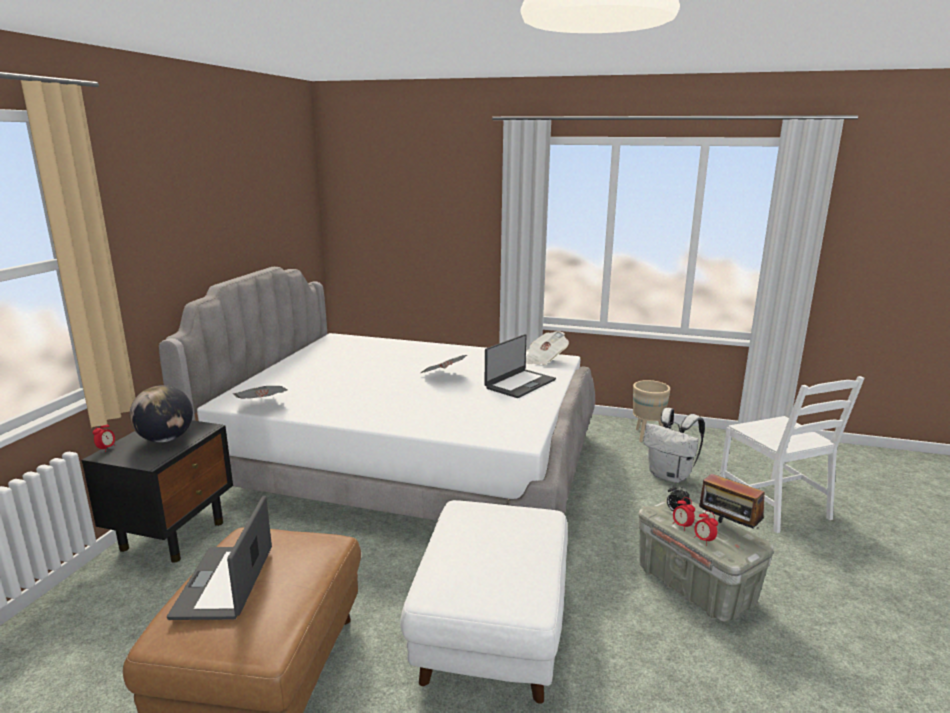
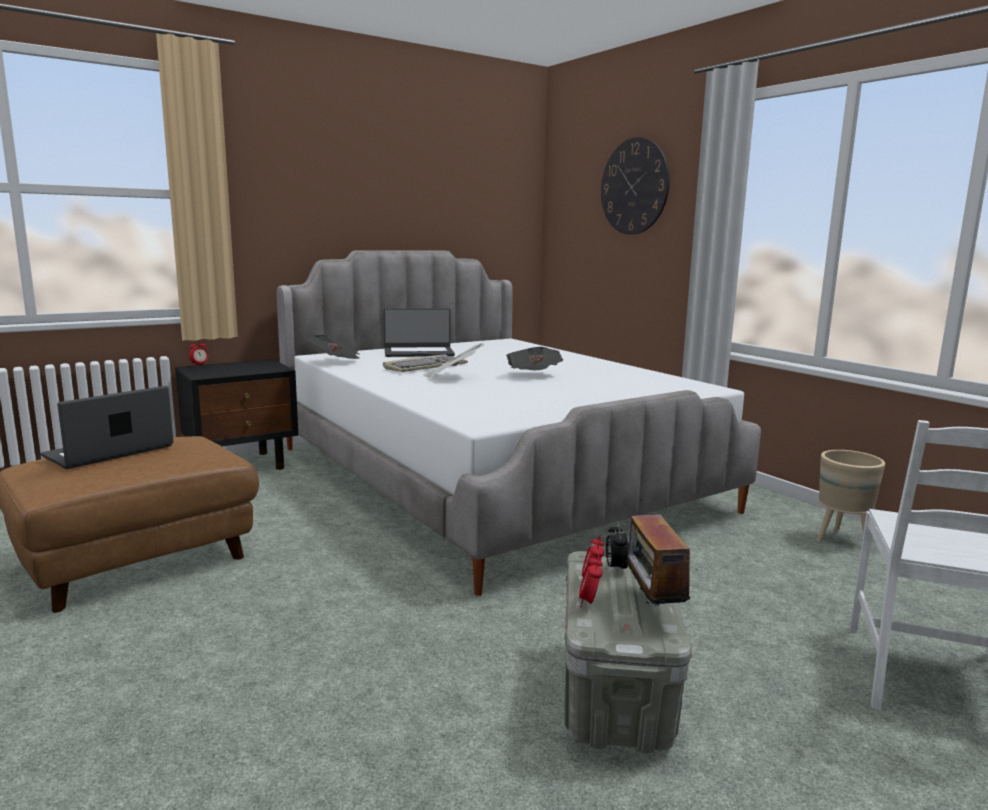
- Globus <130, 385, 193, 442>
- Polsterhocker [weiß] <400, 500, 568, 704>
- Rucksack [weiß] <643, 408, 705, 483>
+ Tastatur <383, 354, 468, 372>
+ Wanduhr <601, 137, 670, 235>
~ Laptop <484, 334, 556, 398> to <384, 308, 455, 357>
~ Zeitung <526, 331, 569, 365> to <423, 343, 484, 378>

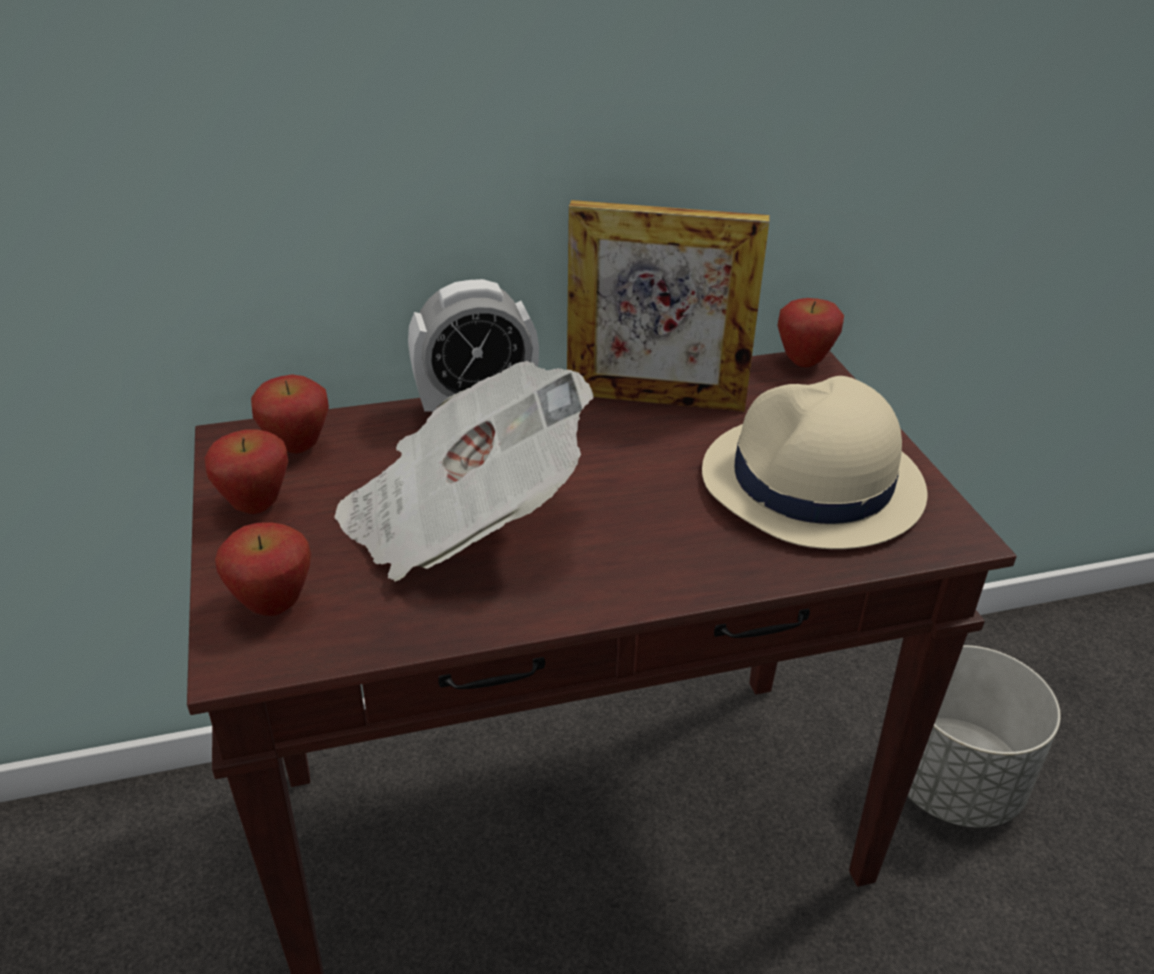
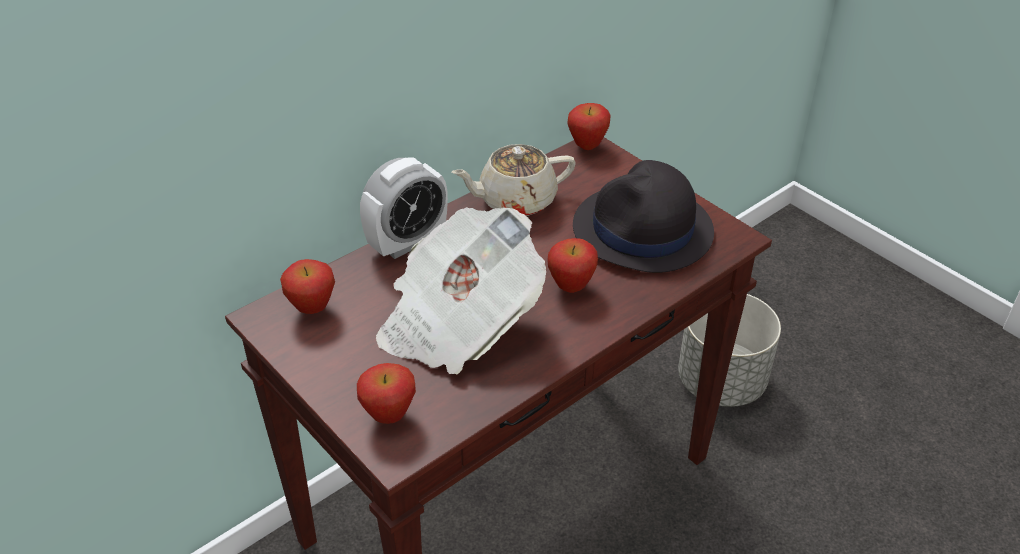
~ Apfel <205, 430, 288, 514> to <547, 238, 598, 293>
~ Bilderrahmen <567, 200, 770, 412> to Teekanne [beige] <451, 144, 576, 216>
~ Hut [beige] <702, 376, 927, 549> to Hut [schwarz] <573, 160, 714, 273>

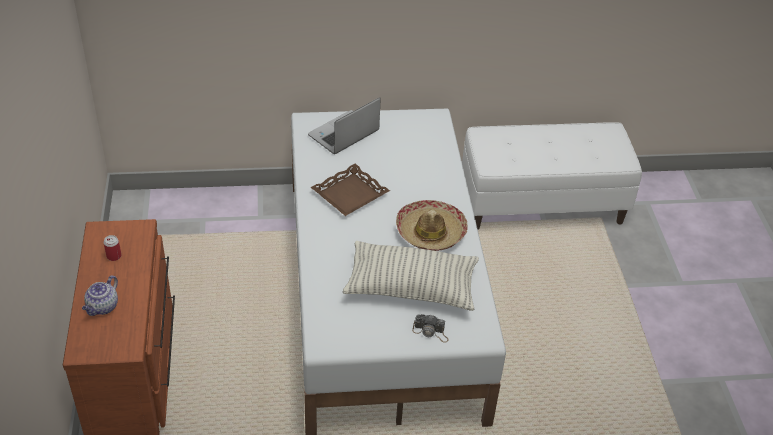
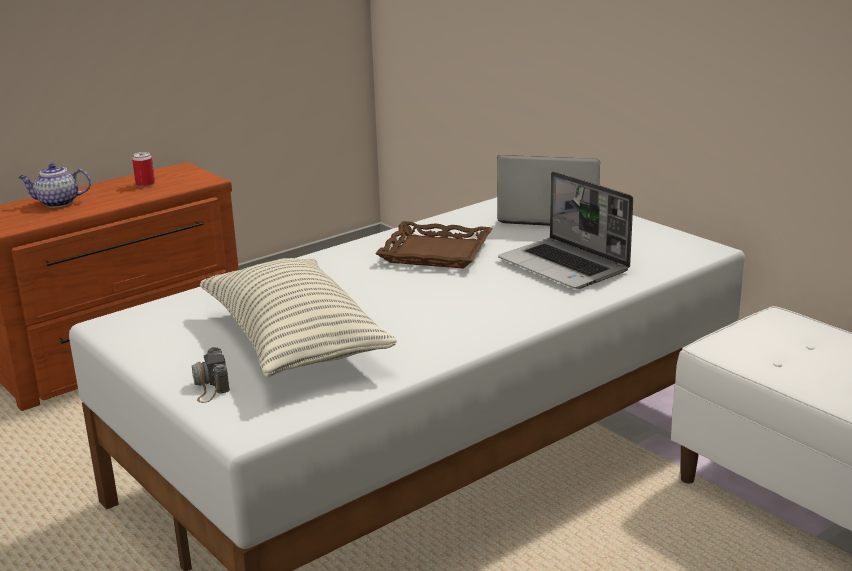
- Hut <396, 200, 468, 251>
+ Laptop <498, 171, 633, 289>

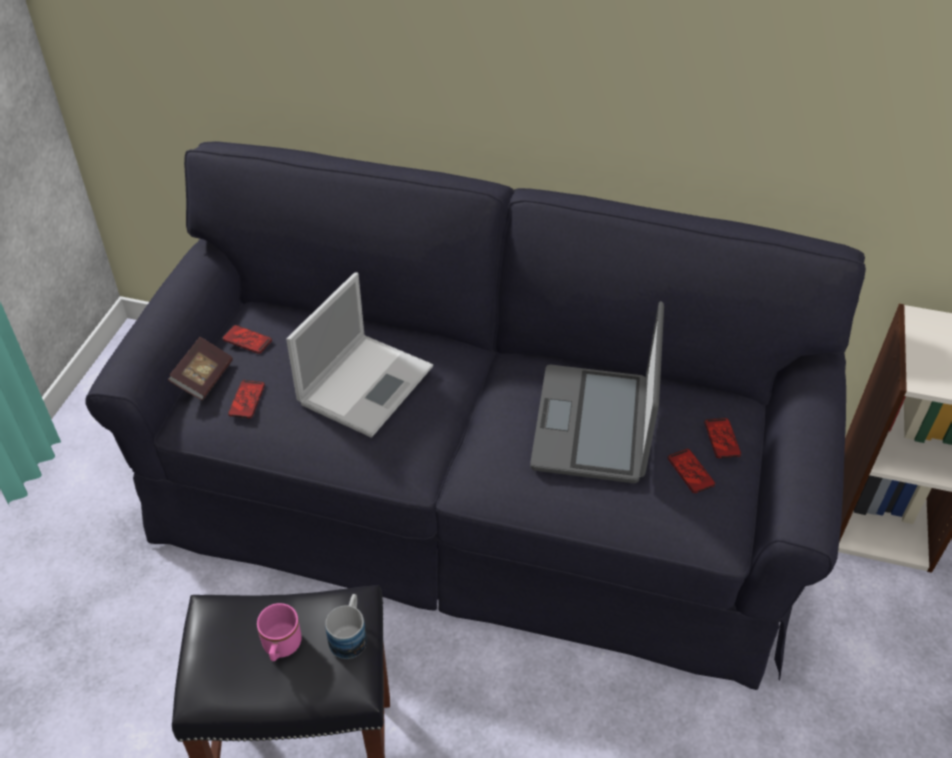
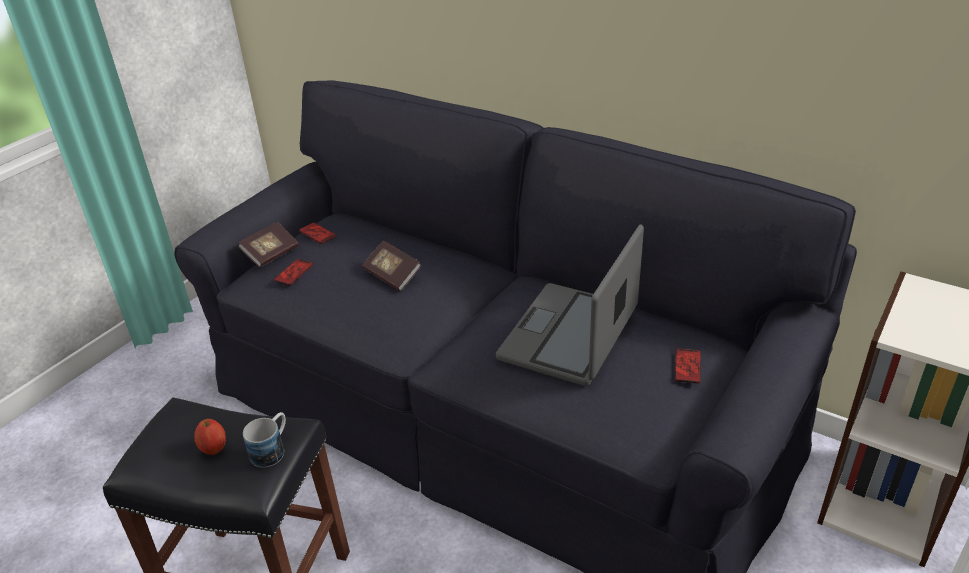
- Handy <667, 448, 716, 493>
~ Henkelbecher [rosa] <257, 603, 302, 661> to Apfel <194, 419, 226, 455>
~ Laptop <286, 272, 433, 438> to Buch <362, 240, 421, 291>

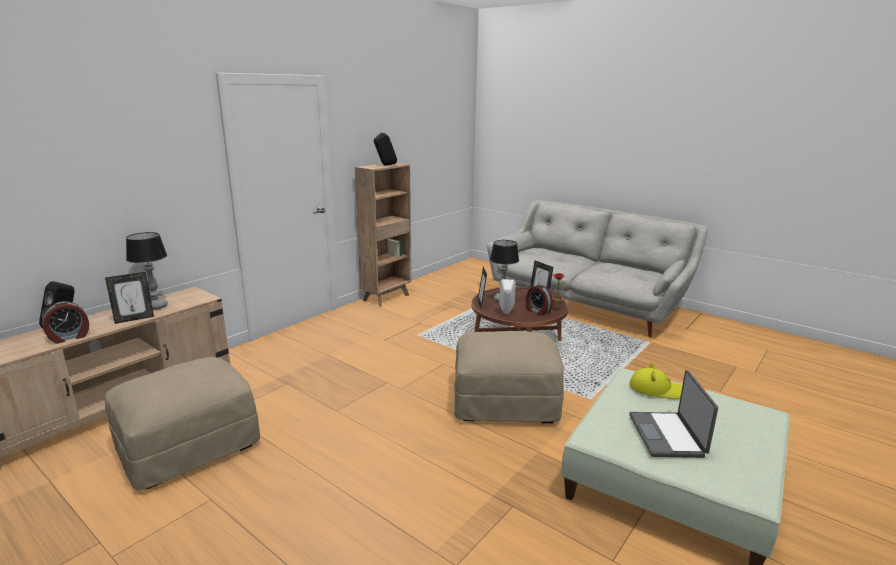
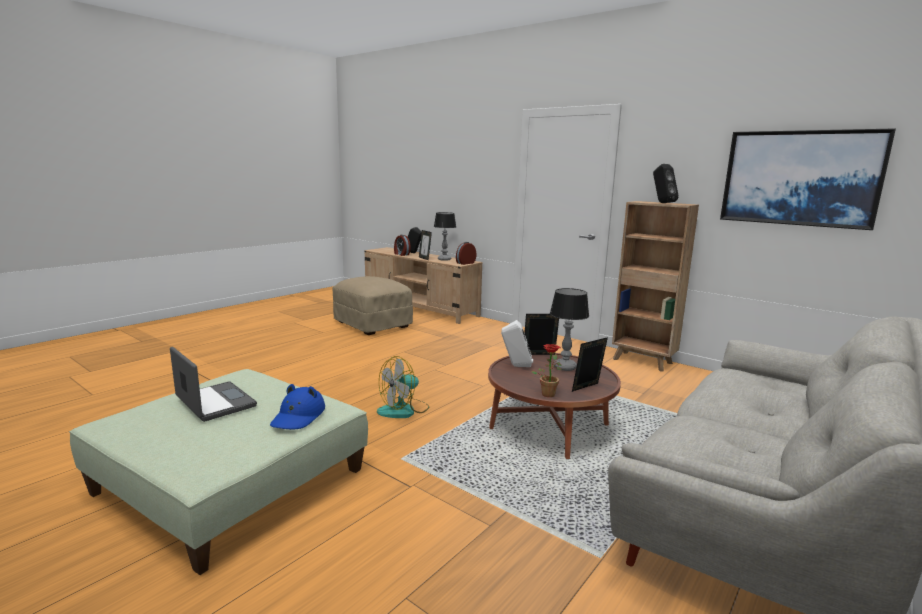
+ Bild <720, 128, 896, 230>
~ Wecker <526, 284, 553, 316> to <456, 242, 476, 265>
~ Polsterhocker [beige] <454, 331, 564, 423> to Ventilator <377, 356, 429, 418>
~ Hut [gelb] <630, 362, 683, 399> to Hut [blau] <270, 384, 325, 429>
~ Laptop <629, 370, 718, 458> = <170, 347, 257, 422> 45 degrees clockwise

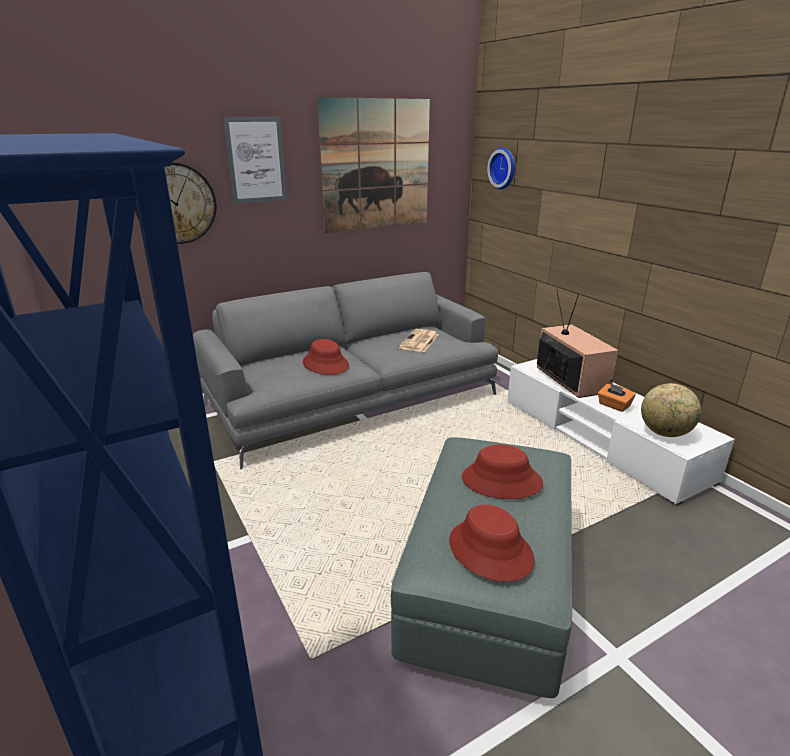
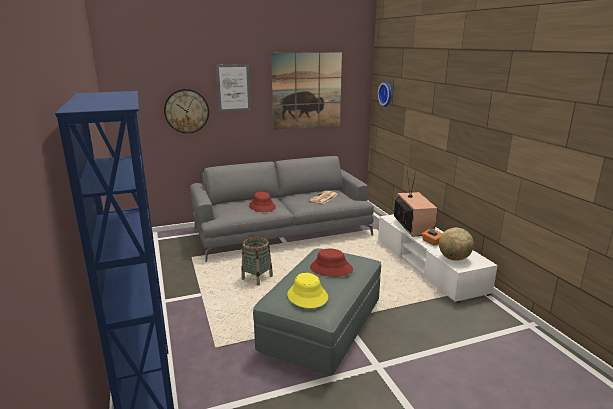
+ Korb <241, 236, 273, 286>
~ Hut [rot] <449, 504, 535, 582> to Hut [gelb] <287, 273, 328, 308>

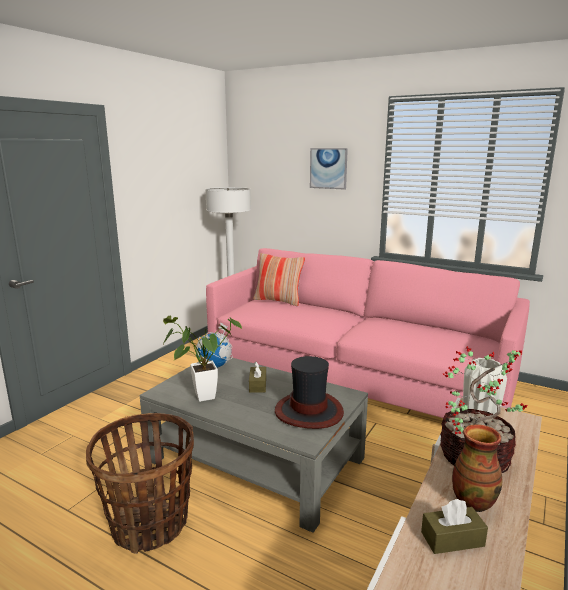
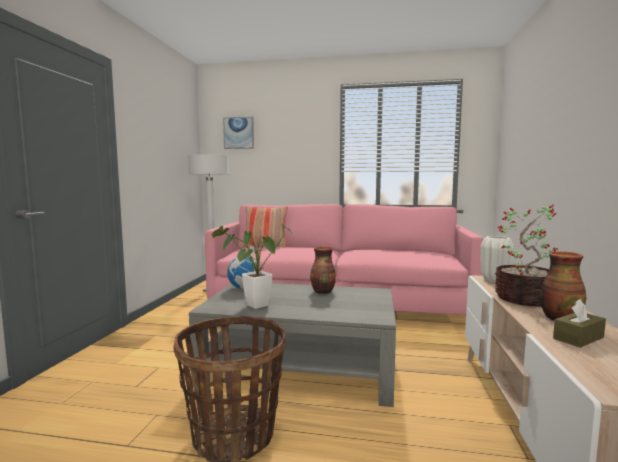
- Taschentuchbox [braun] <249, 362, 266, 393>
- Hut <275, 356, 344, 429>
+ Vase <310, 247, 336, 294>
~ Bild <310, 148, 348, 190> to <223, 117, 254, 149>

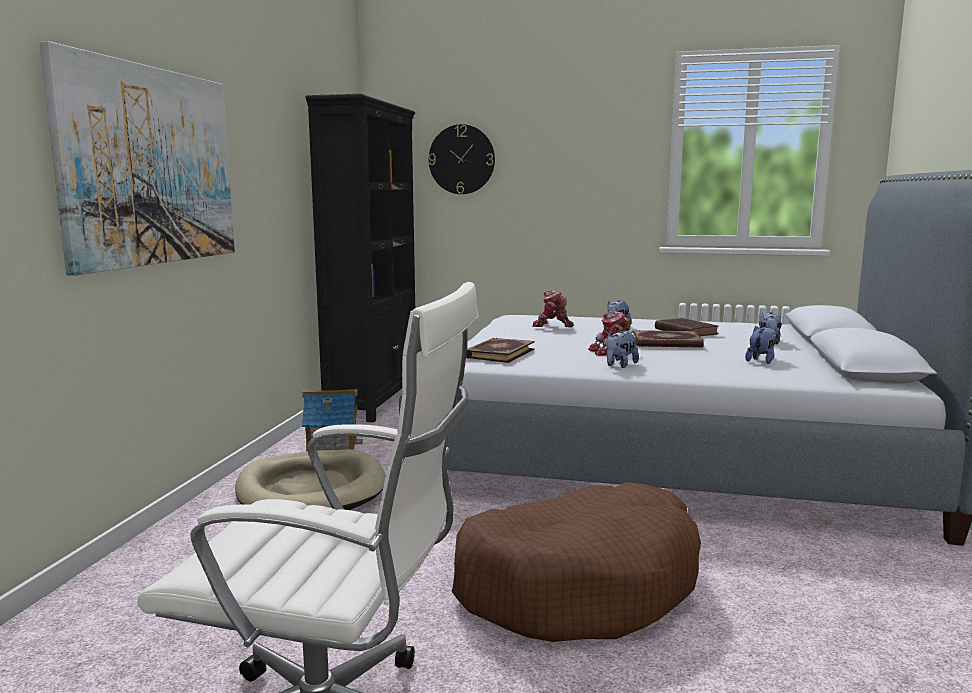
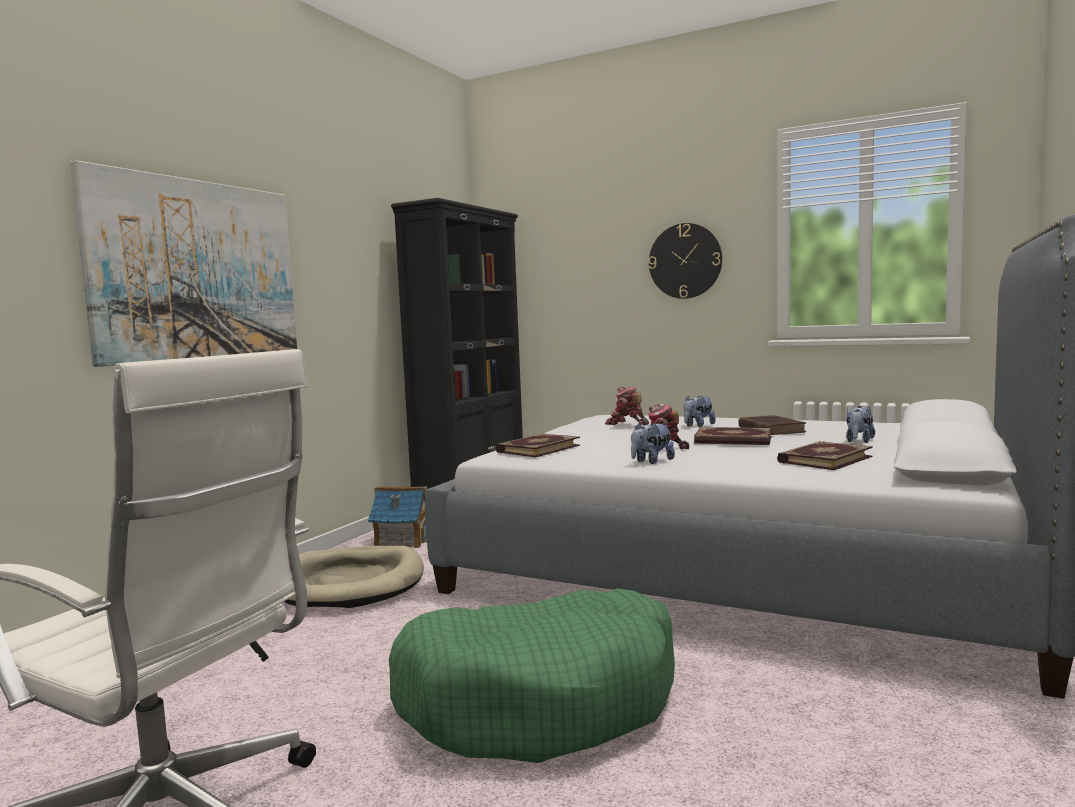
~ Wanduhr <428, 124, 495, 194> to <648, 223, 722, 299>
~ Plüschtier <745, 326, 776, 364> to Buch <777, 441, 873, 470>
~ Hundebett [braun] <452, 482, 701, 642> to Hundebett [grün] <389, 588, 675, 763>

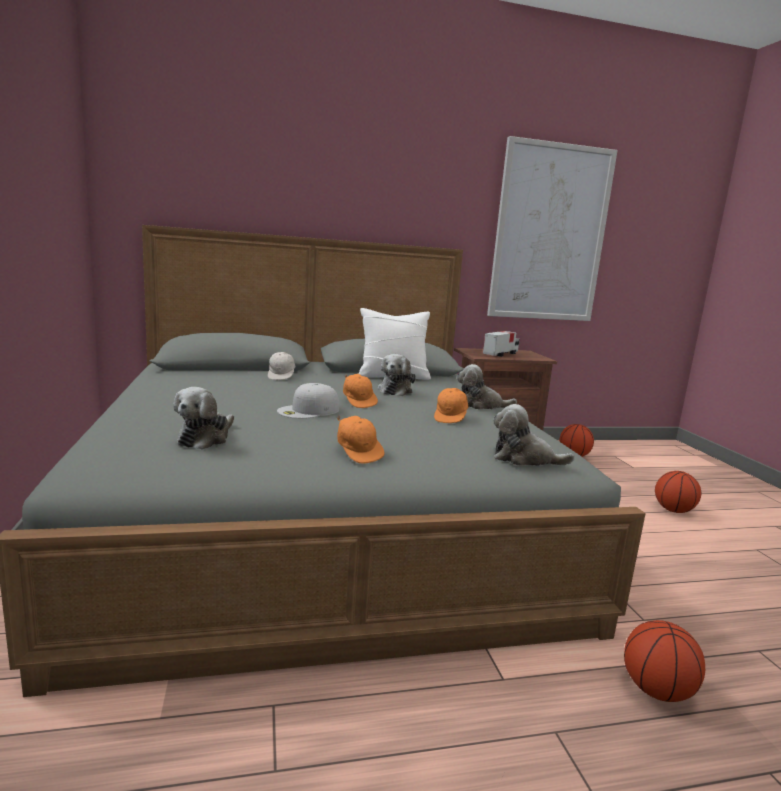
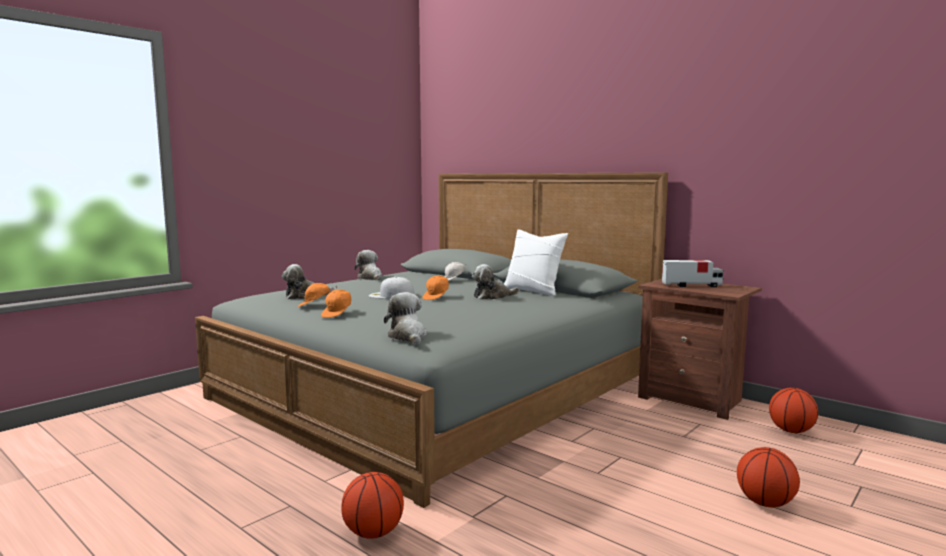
- Bild <487, 136, 618, 321>
~ Kappe [orange] <434, 388, 469, 423> to <298, 283, 338, 307>
~ Plüschtier <457, 364, 517, 410> to <355, 250, 382, 280>

